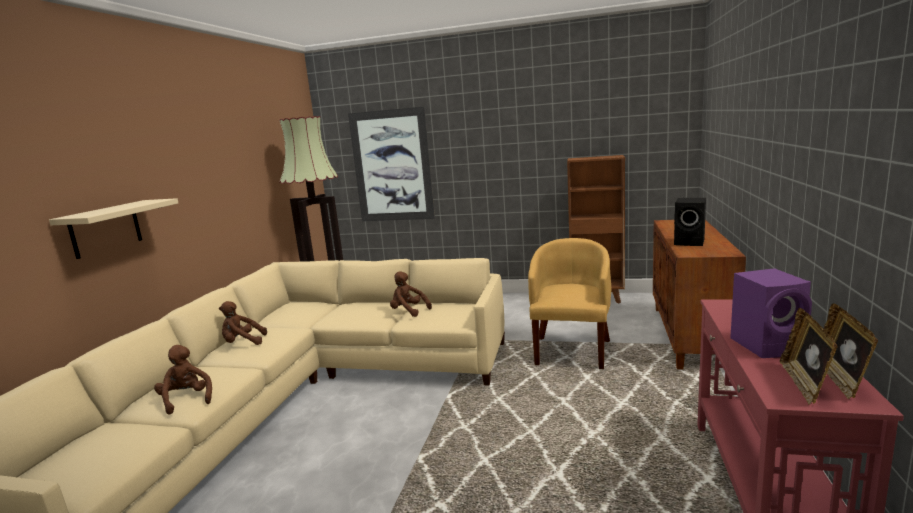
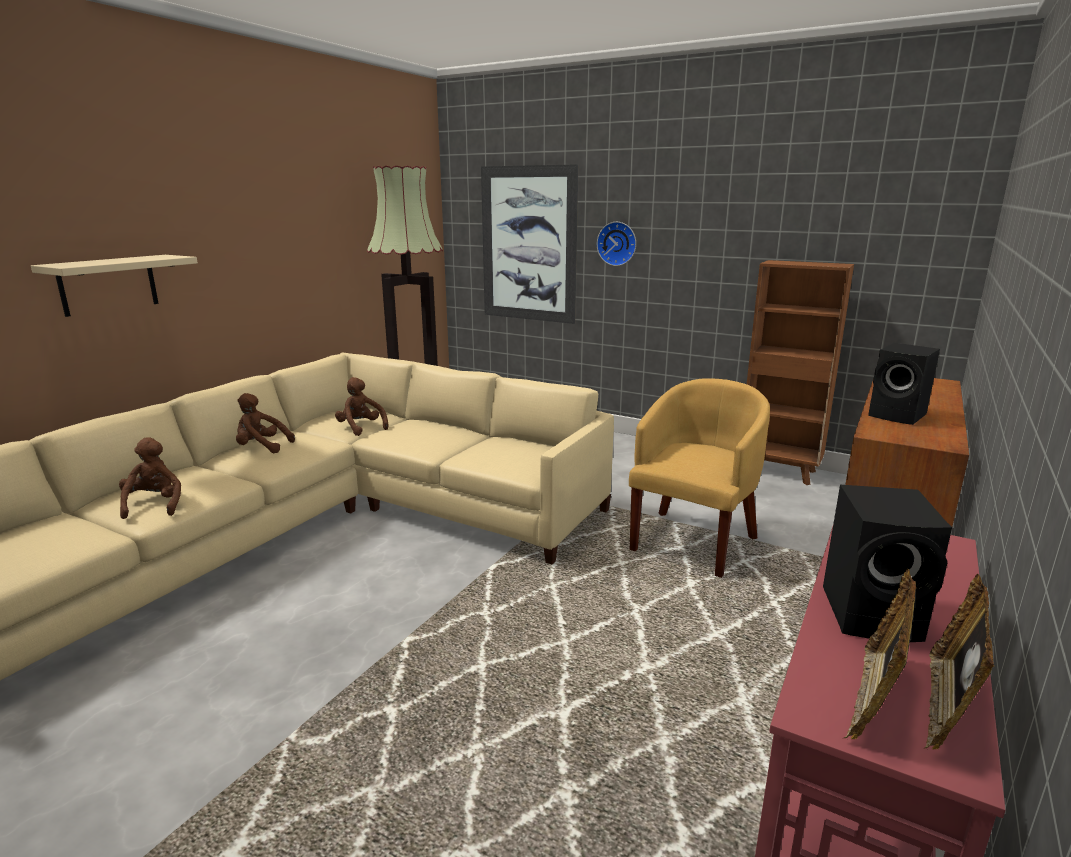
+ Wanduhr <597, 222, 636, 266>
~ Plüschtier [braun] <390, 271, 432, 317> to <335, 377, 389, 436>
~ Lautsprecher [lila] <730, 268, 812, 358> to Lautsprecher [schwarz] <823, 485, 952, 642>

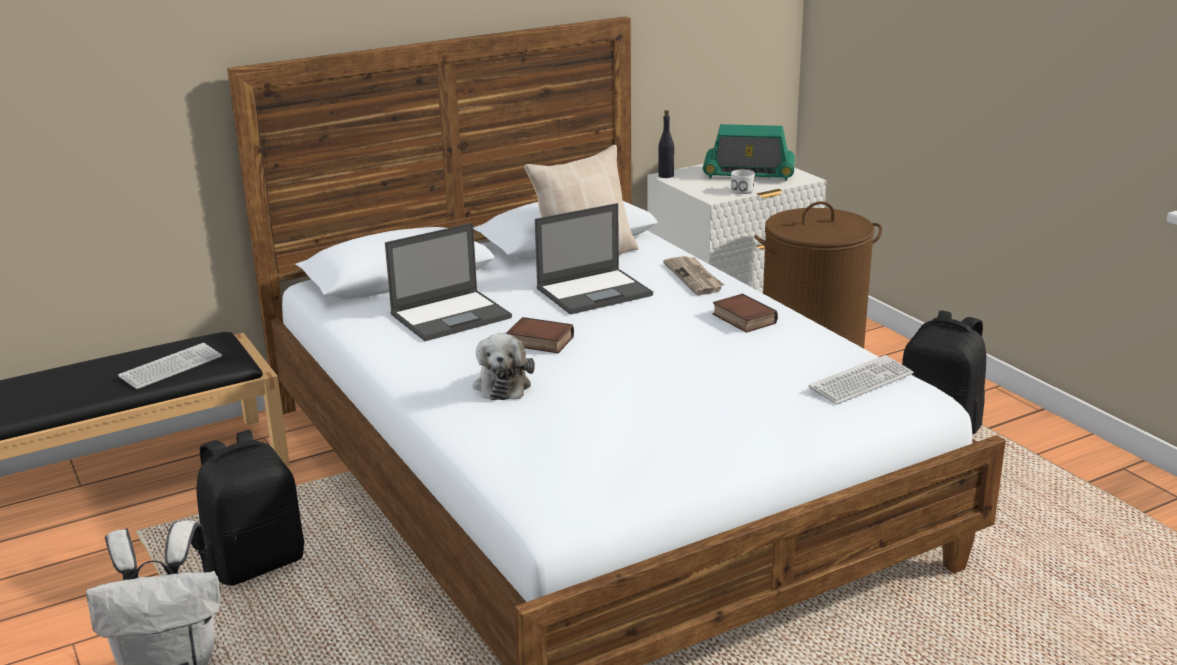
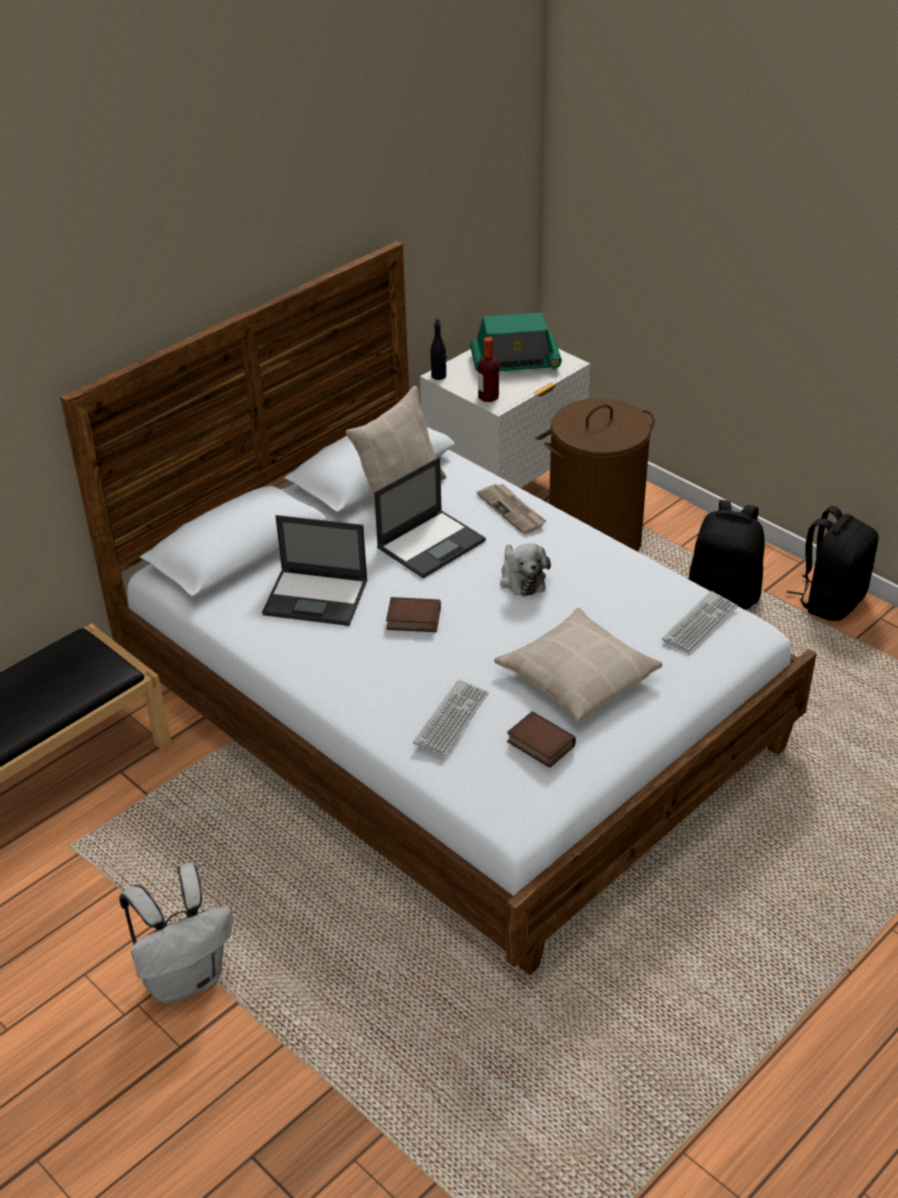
- Henkelbecher [weiß] <731, 169, 755, 194>
+ Flasche <478, 337, 499, 402>
+ Kissen [beige] <494, 608, 663, 723>
~ Tastatur <118, 343, 222, 389> to <413, 679, 489, 756>
~ Rucksack [schwarz] <197, 430, 304, 586> to <787, 506, 879, 621>
~ Plüschtier <473, 333, 535, 400> to <500, 543, 551, 597>
~ Buch <713, 293, 778, 333> to <507, 711, 576, 768>
~ Laptop <385, 223, 512, 341> = <262, 515, 368, 626> 60 degrees clockwise

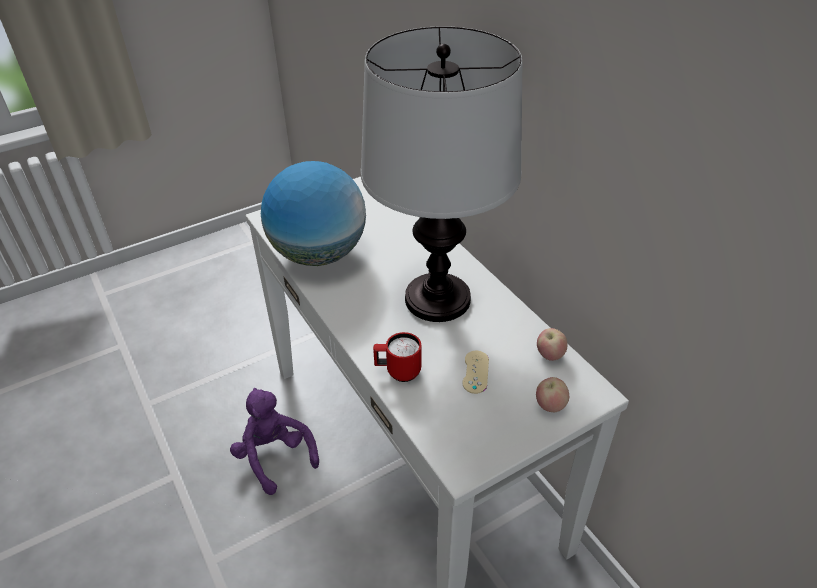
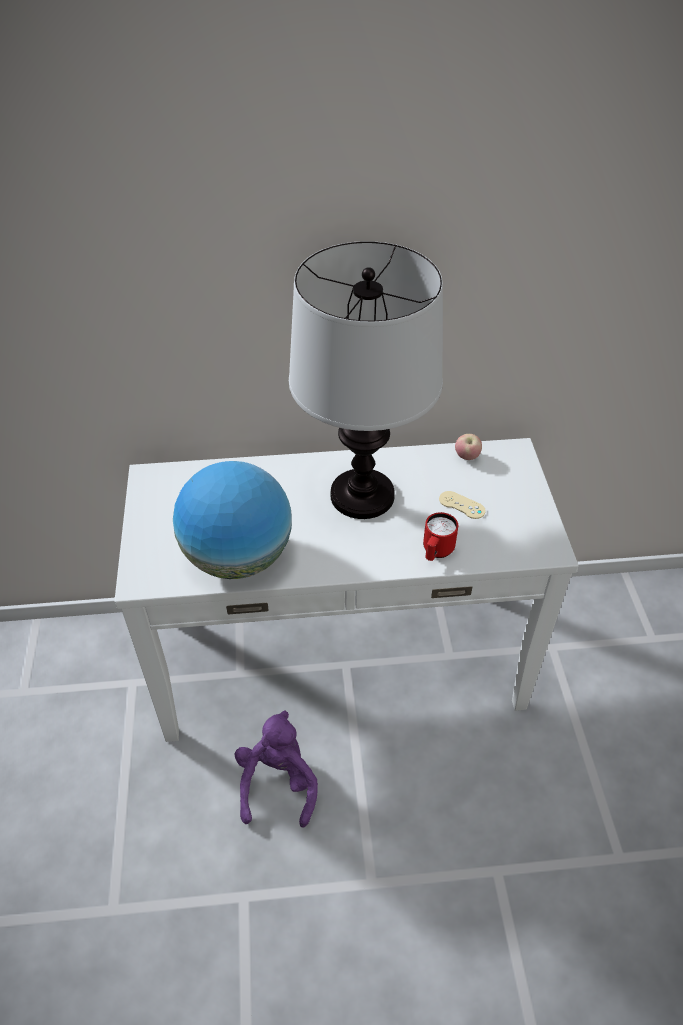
- Apfel <536, 377, 569, 412>
~ Plüschtier [lila] <230, 388, 319, 495> = <235, 710, 318, 827> 105 degrees clockwise

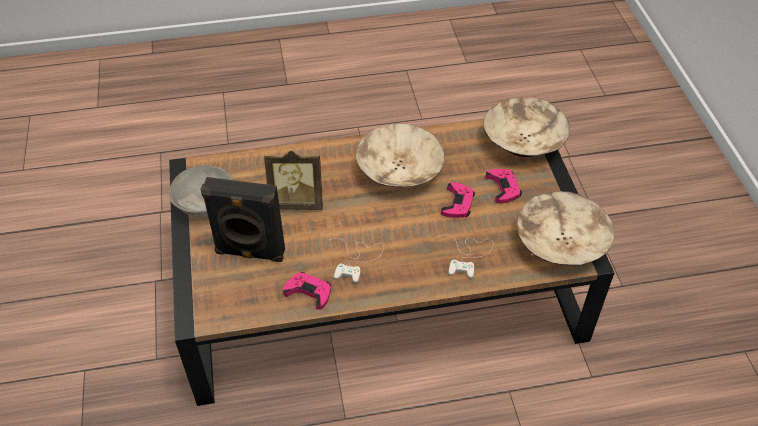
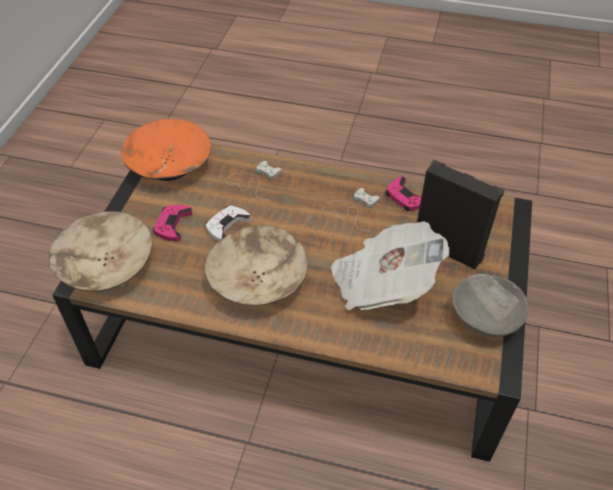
~ Bilderrahmen <264, 151, 323, 210> to Zeitung <331, 221, 449, 310>
~ Gamepad [rosa] <441, 182, 475, 218> to Gamepad [weiß] <205, 206, 251, 242>
~ Schüssel [beige] <517, 191, 615, 266> to Schüssel [orange] <121, 119, 211, 181>

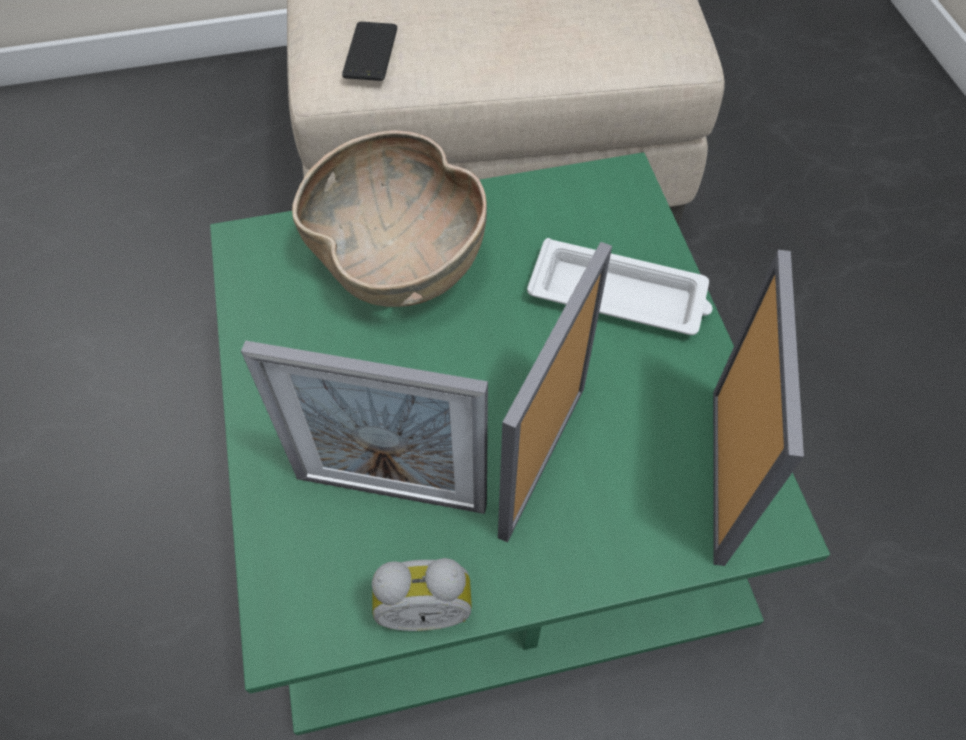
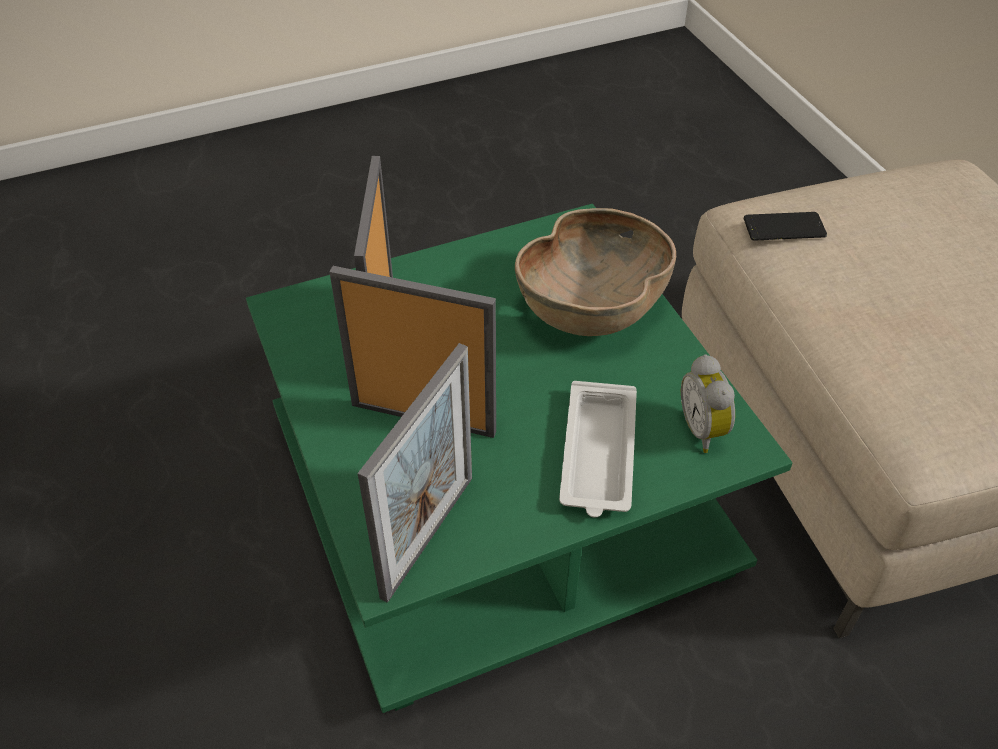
~ Wecker <372, 558, 472, 631> to <681, 354, 735, 453>
~ Bilderrahmen <713, 250, 804, 566> = <358, 343, 472, 603> 60 degrees counterclockwise

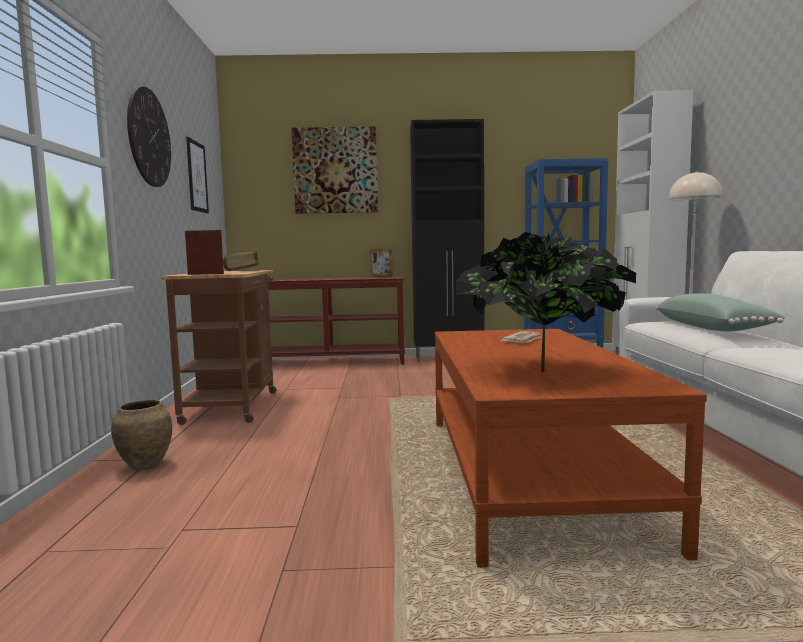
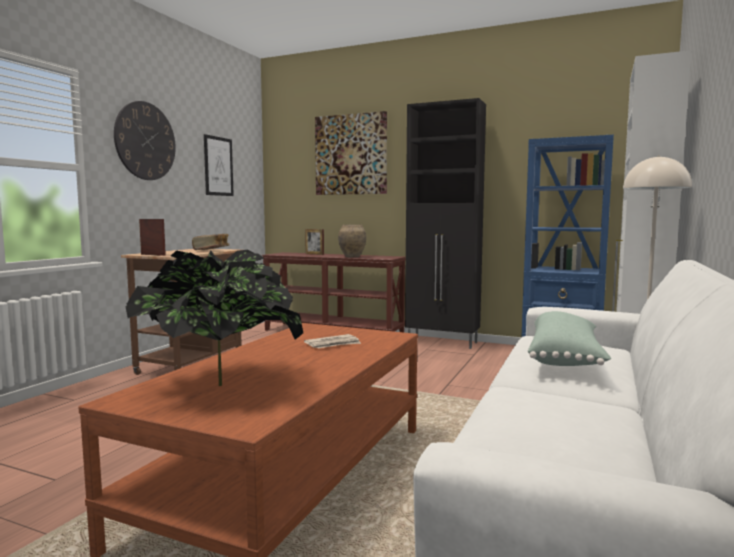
~ Vase [braun] <111, 399, 172, 470> to <338, 225, 366, 257>
~ Bilderrahmen <370, 249, 393, 277> to <305, 229, 324, 255>

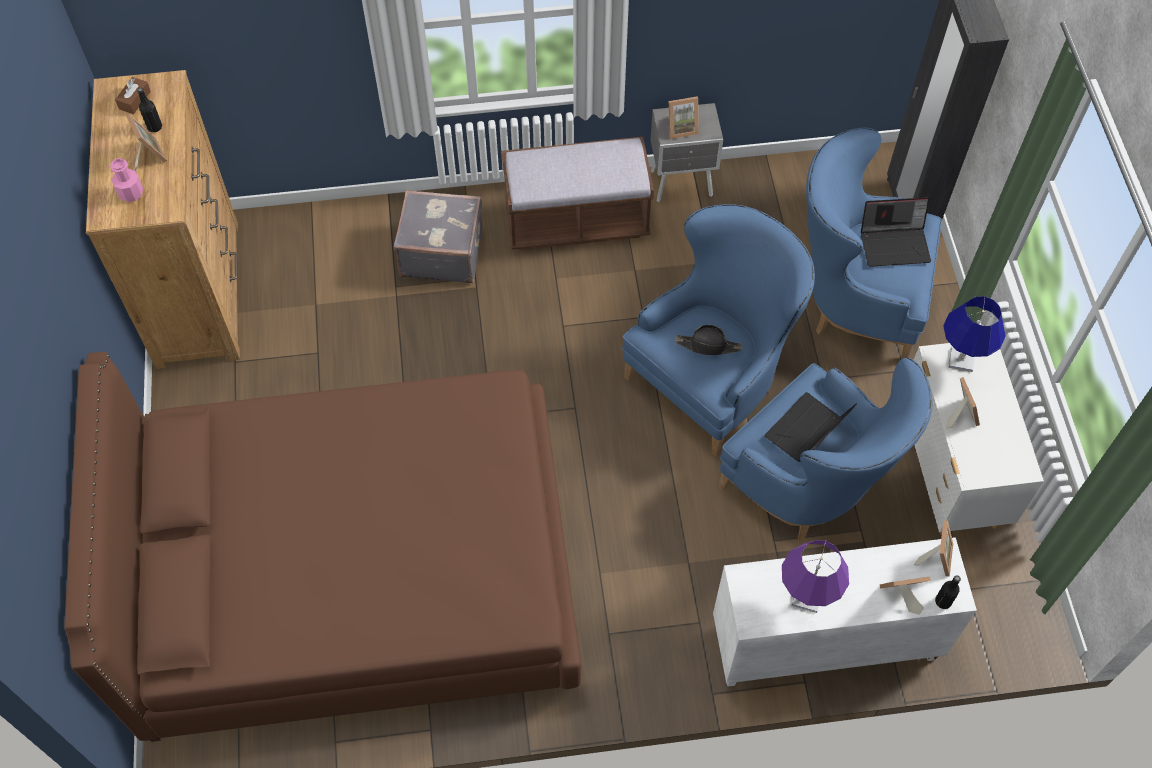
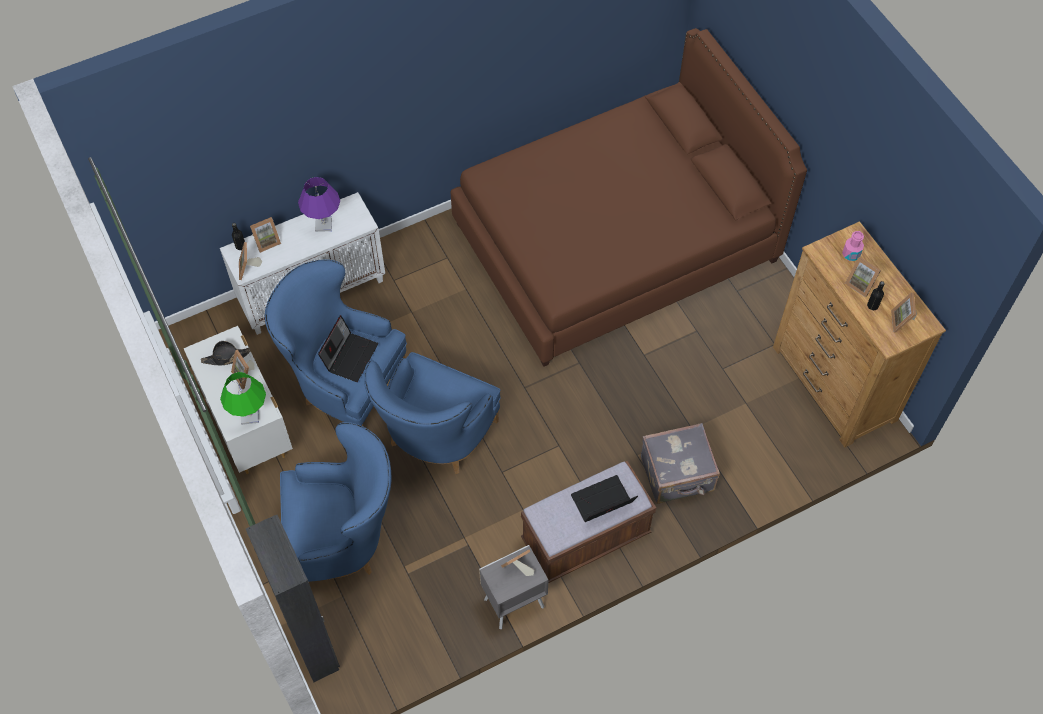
~ Hut [schwarz] <676, 325, 742, 355> to <201, 341, 250, 365>
~ Laptop <861, 197, 931, 267> to <571, 475, 638, 522>
~ Taschentuchbox [braun] <115, 77, 151, 114> to Bilderrahmen <891, 292, 917, 333>
~ Tischlampe [blau] <943, 296, 1005, 372> to Tischlampe [grün] <220, 372, 266, 425>

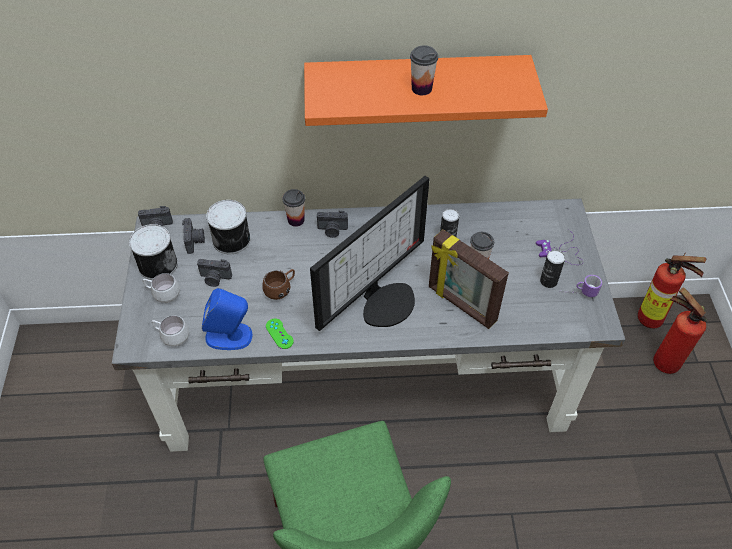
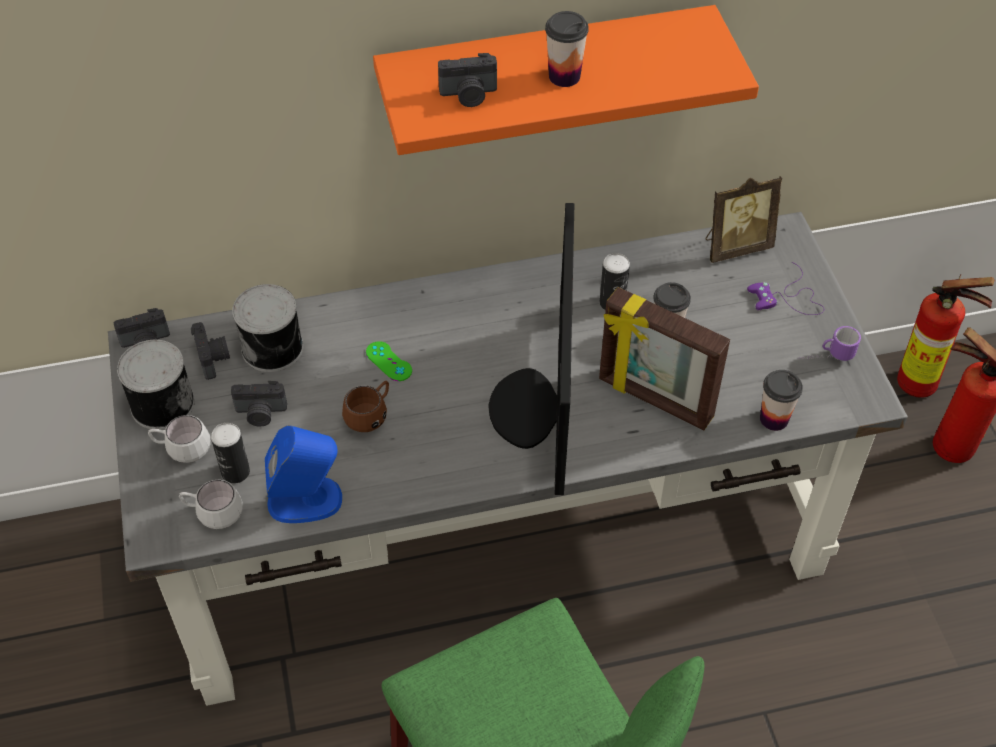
+ Bilderrahmen <705, 176, 782, 263>
~ Gamepad [grün] <266, 318, 294, 349> to <366, 341, 412, 381>
~ Tasse <282, 189, 305, 227> to <760, 370, 803, 431>
~ Kamera <317, 211, 348, 238> to <438, 53, 497, 107>
~ Dose <540, 250, 565, 288> to <211, 423, 250, 484>
~ Monitor <310, 176, 429, 331> = <488, 203, 574, 495> 150 degrees clockwise

